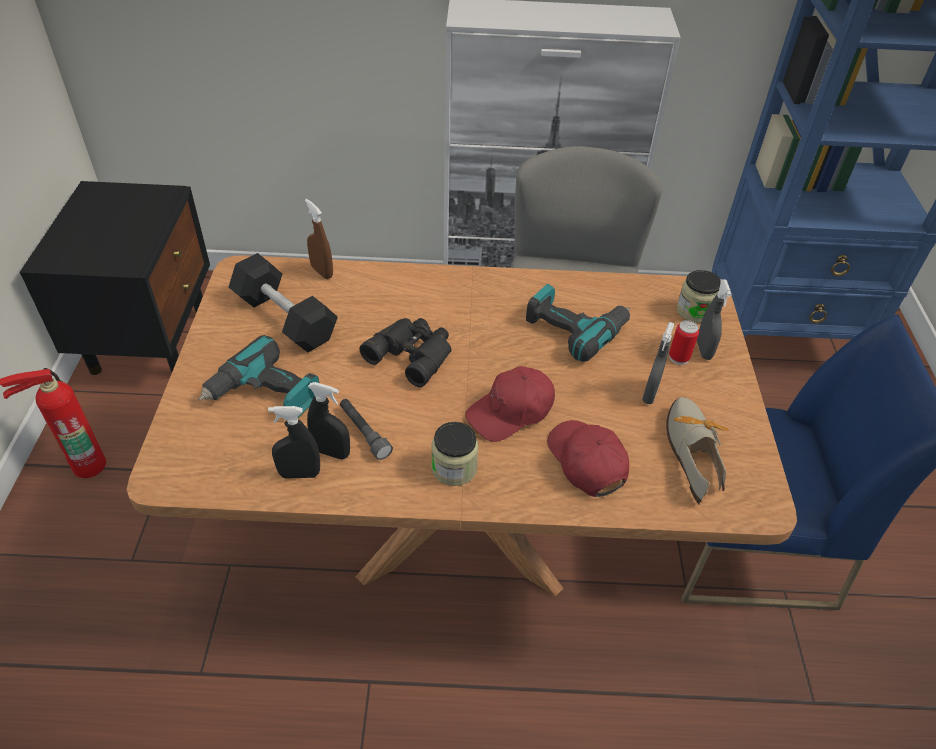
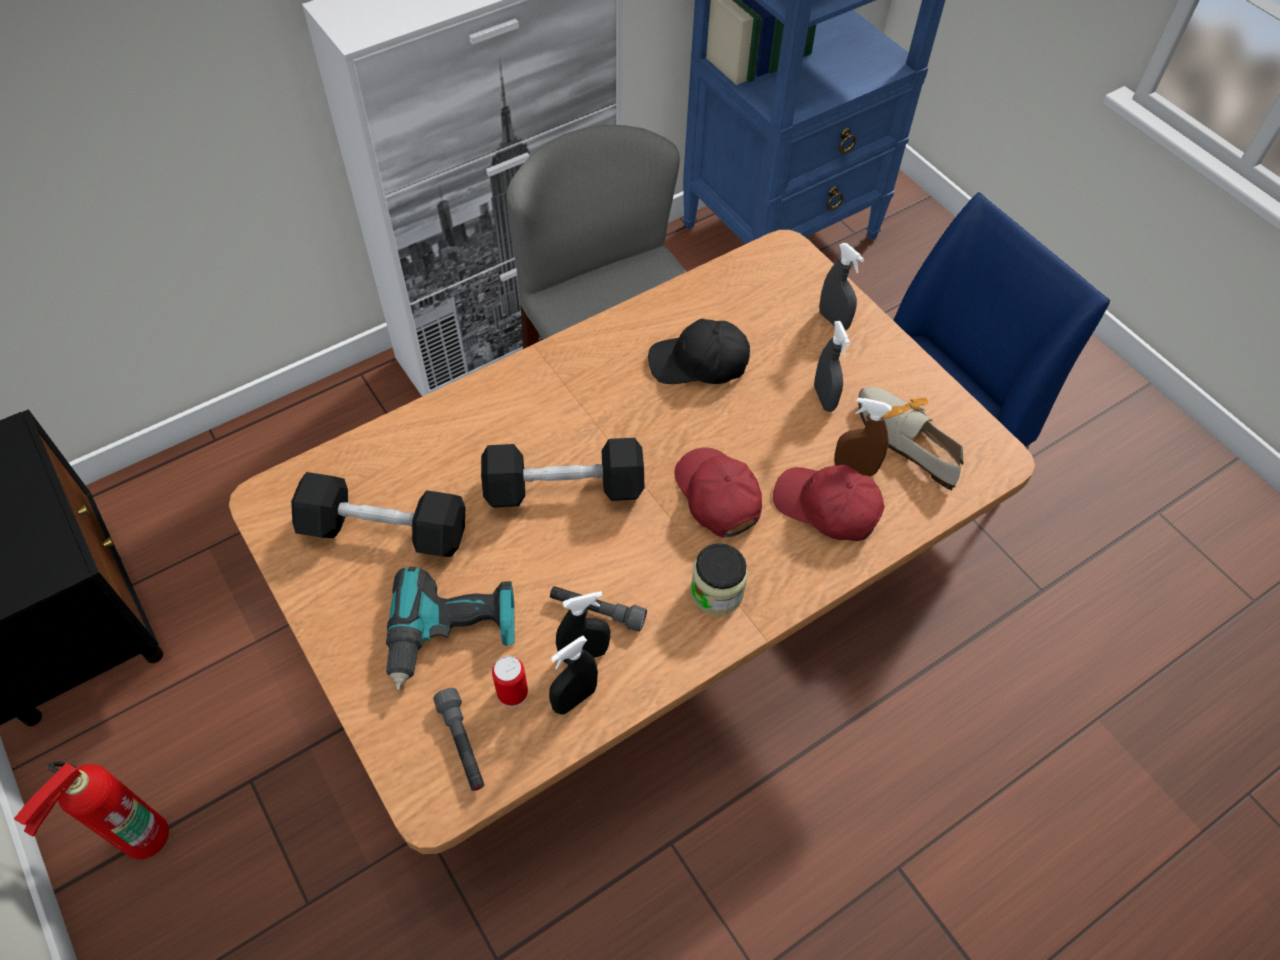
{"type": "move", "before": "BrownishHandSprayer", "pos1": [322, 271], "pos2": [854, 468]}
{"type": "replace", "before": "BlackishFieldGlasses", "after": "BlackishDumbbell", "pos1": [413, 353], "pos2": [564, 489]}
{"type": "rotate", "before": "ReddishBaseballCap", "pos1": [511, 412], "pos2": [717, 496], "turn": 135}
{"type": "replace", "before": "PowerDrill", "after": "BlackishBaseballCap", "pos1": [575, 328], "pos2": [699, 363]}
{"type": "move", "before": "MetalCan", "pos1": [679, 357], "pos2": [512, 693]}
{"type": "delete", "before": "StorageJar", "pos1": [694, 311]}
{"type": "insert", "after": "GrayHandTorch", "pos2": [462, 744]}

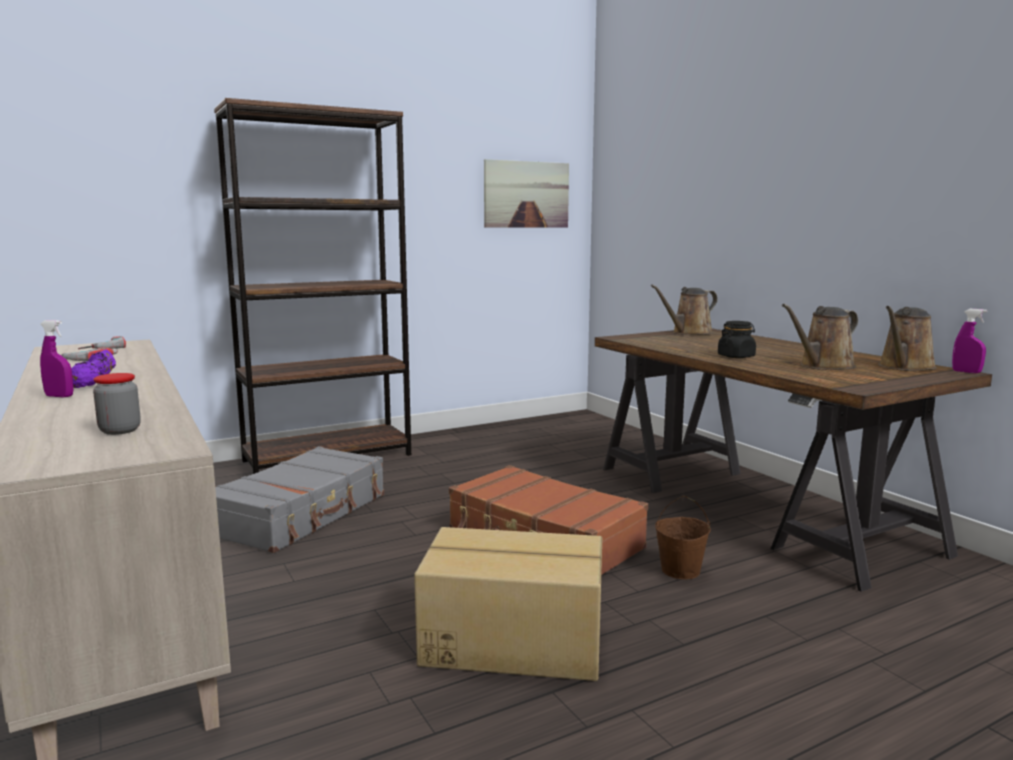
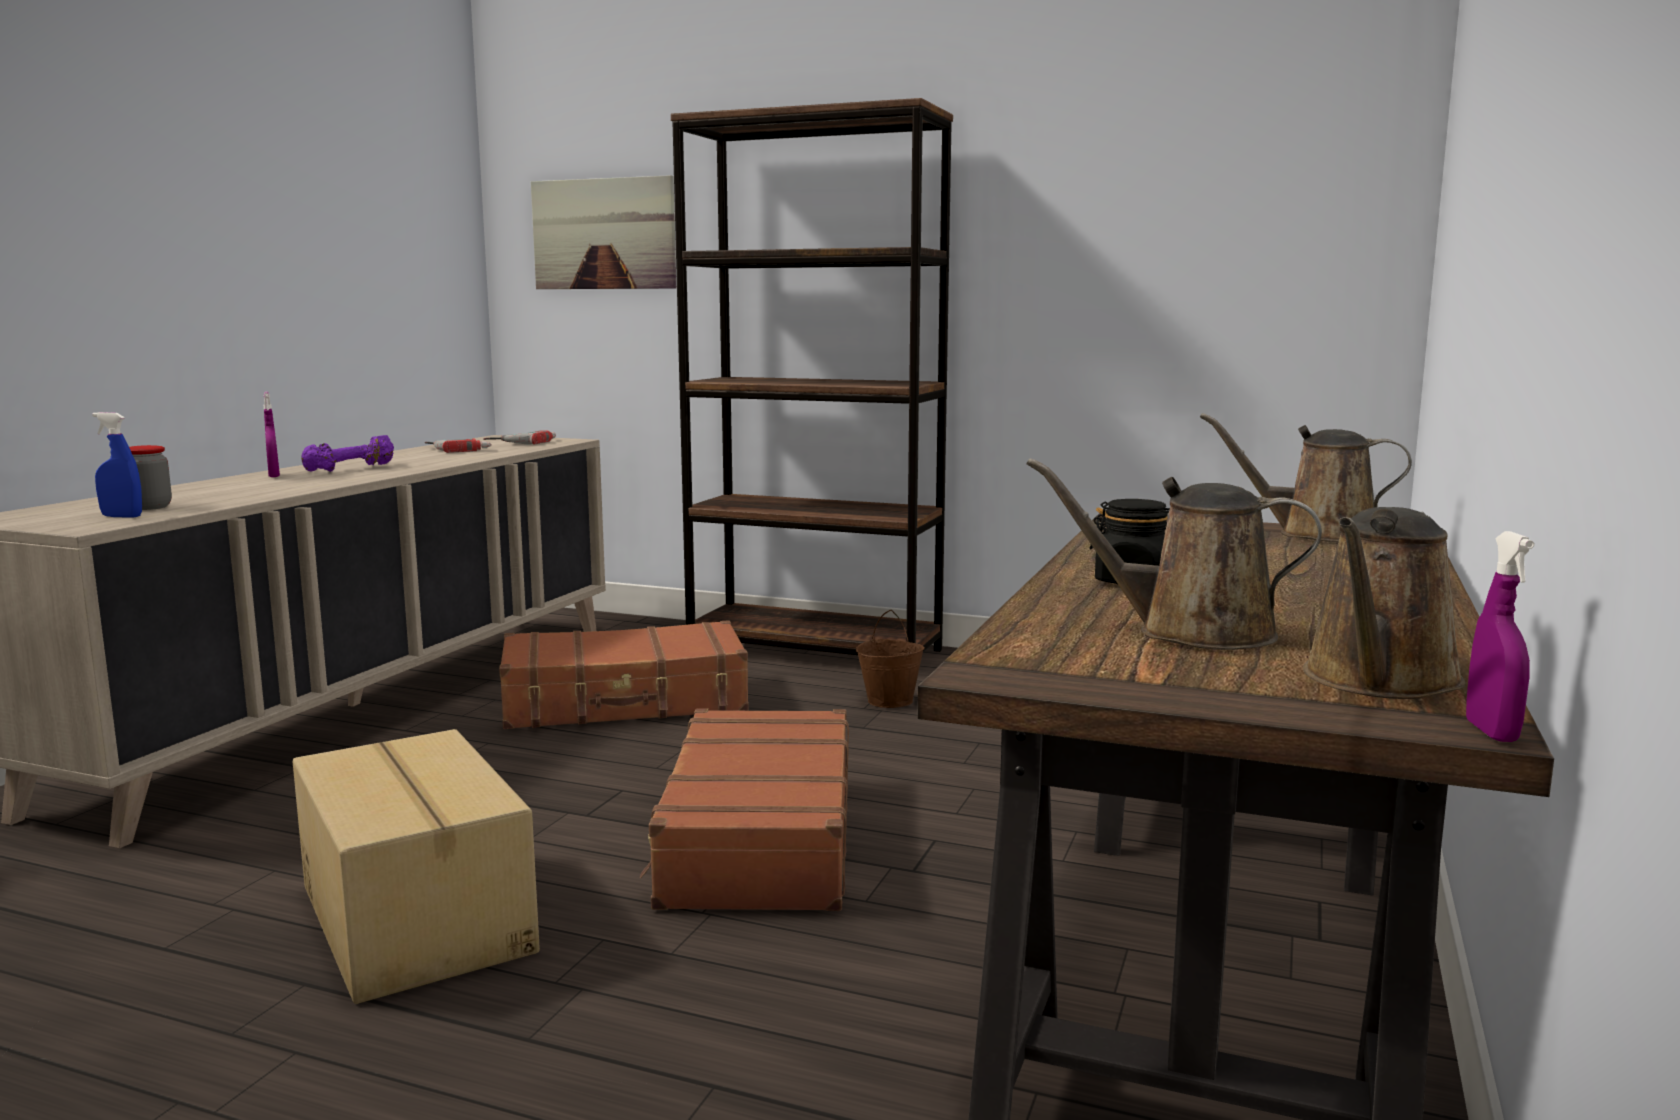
{"type": "recolor", "before": "GrayPieceOfLuggage", "after": "BrownishPieceOfLuggage", "pos1": [302, 514], "pos2": [625, 702]}
{"type": "move", "before": "Picture", "pos1": [526, 194], "pos2": [604, 234]}
{"type": "move", "before": "BrownishWaterBucket", "pos1": [680, 570], "pos2": [891, 701]}
{"type": "rotate", "before": "BrownishWateringPot", "pos1": [904, 367], "pos2": [1378, 681], "turn": -60}
{"type": "insert", "after": "BlueHandSprayer", "pos2": [121, 516]}

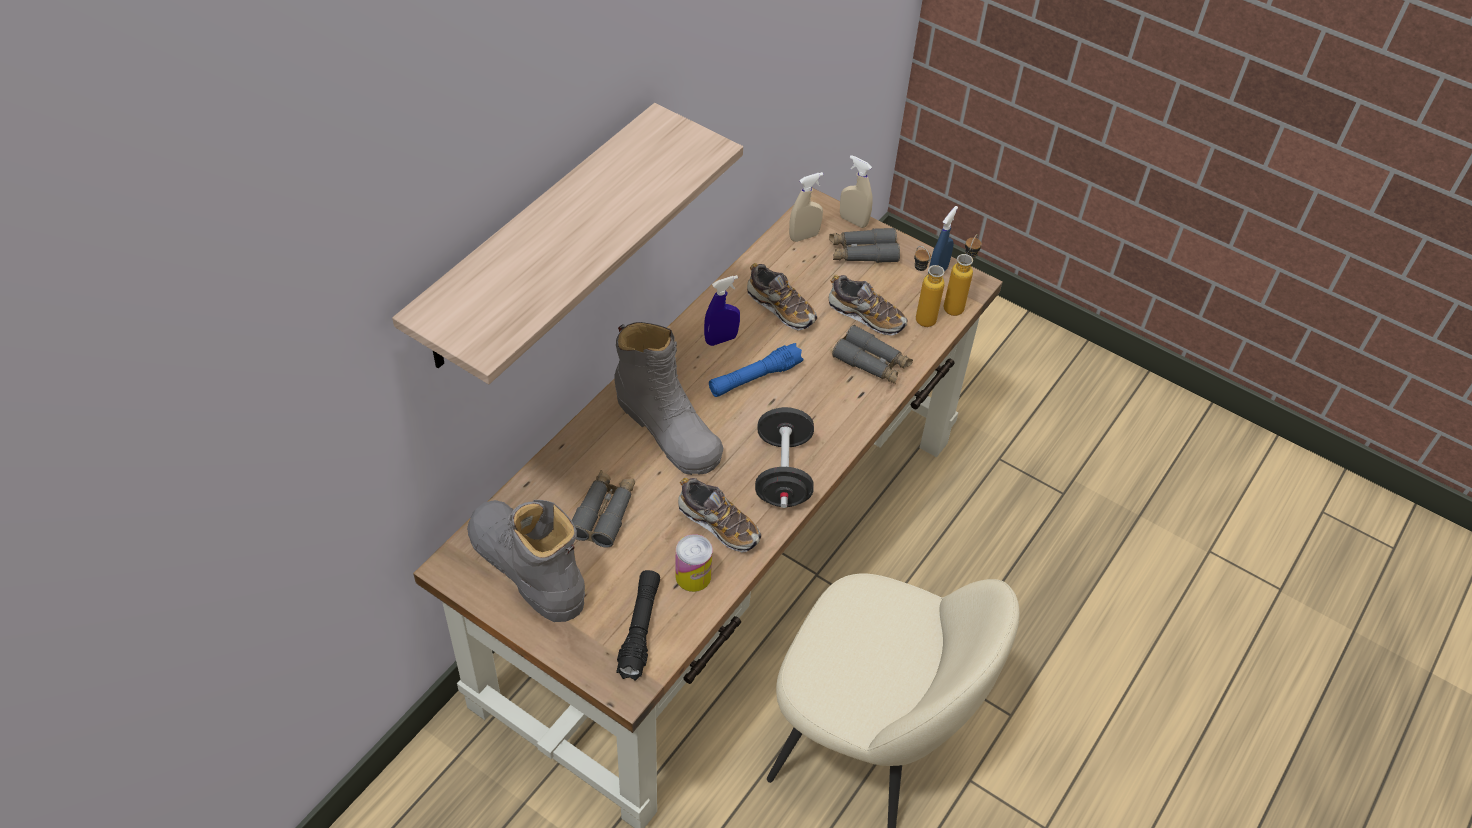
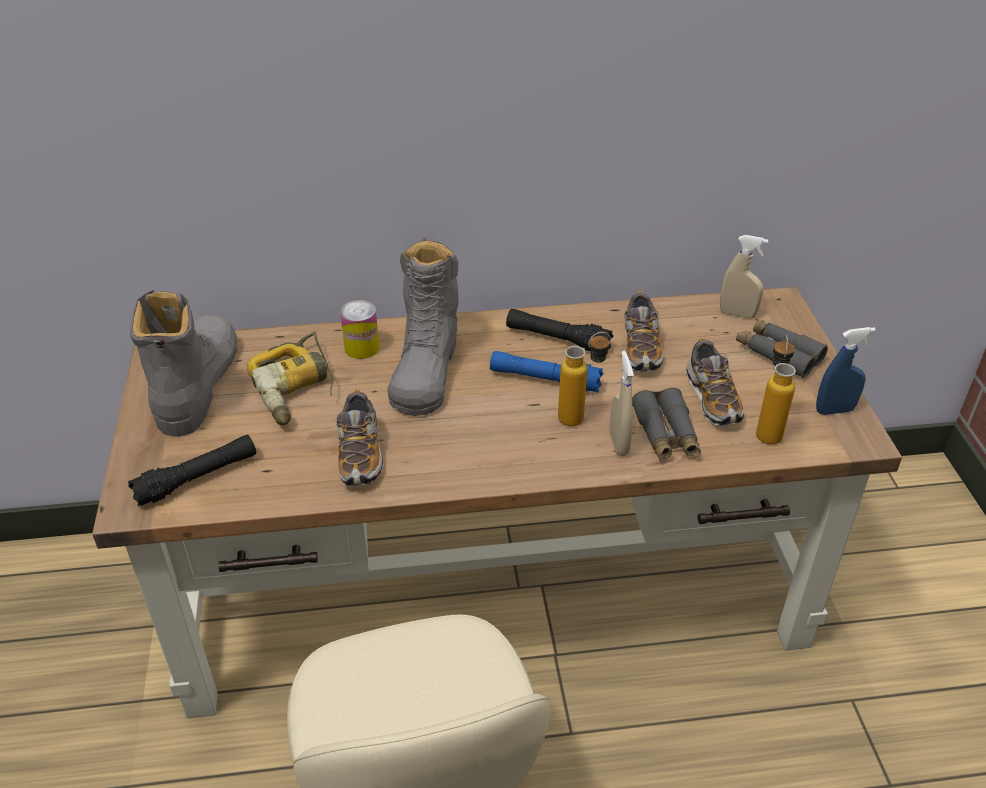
{"type": "delete", "before": "WallShelf", "pos1": [536, 239]}
{"type": "replace", "before": "GrayFieldGlasses", "after": "PowerDrill", "pos1": [604, 513], "pos2": [297, 388]}
{"type": "move", "before": "MetalCan", "pos1": [693, 576], "pos2": [362, 348]}
{"type": "replace", "before": "BlueHandSprayer", "after": "BlackishHandTorch", "pos1": [721, 339], "pos2": [557, 339]}
{"type": "delete", "before": "BlackishDumbbell", "pos1": [783, 473]}
{"type": "move", "before": "BeigeHandSprayer", "pos1": [853, 221], "pos2": [618, 443]}
{"type": "move", "before": "Bottle", "pos1": [956, 303], "pos2": [581, 417]}

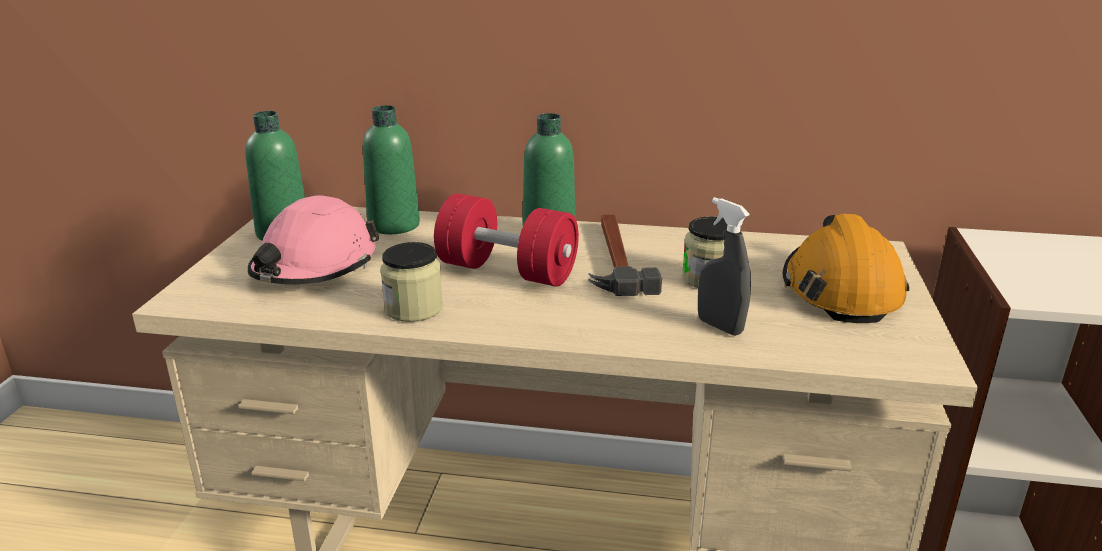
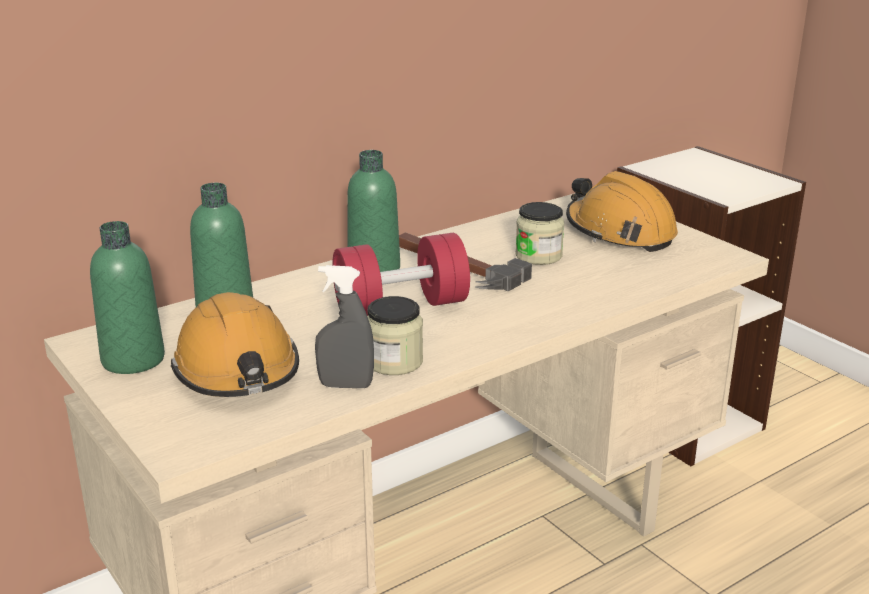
{"type": "recolor", "before": "PinkSafetyHelmet", "after": "OrangeColouredSafetyHelmet", "pos1": [315, 267], "pos2": [237, 371]}
{"type": "move", "before": "GrayHandSprayer", "pos1": [720, 326], "pos2": [346, 385]}

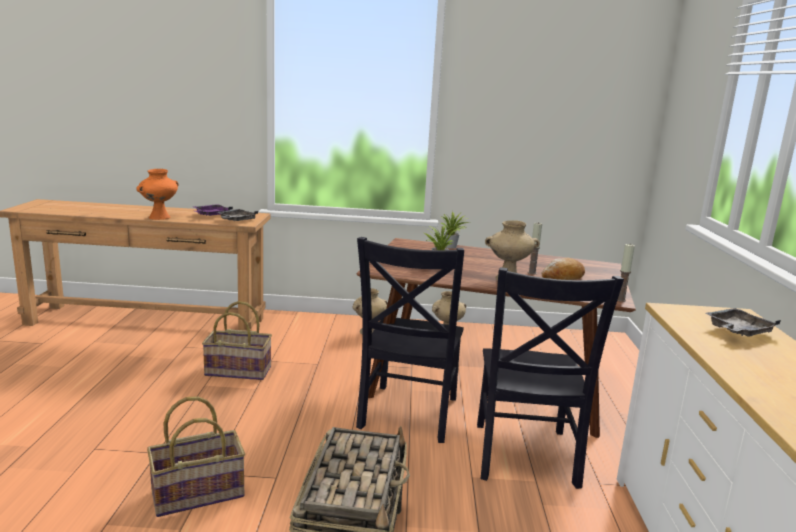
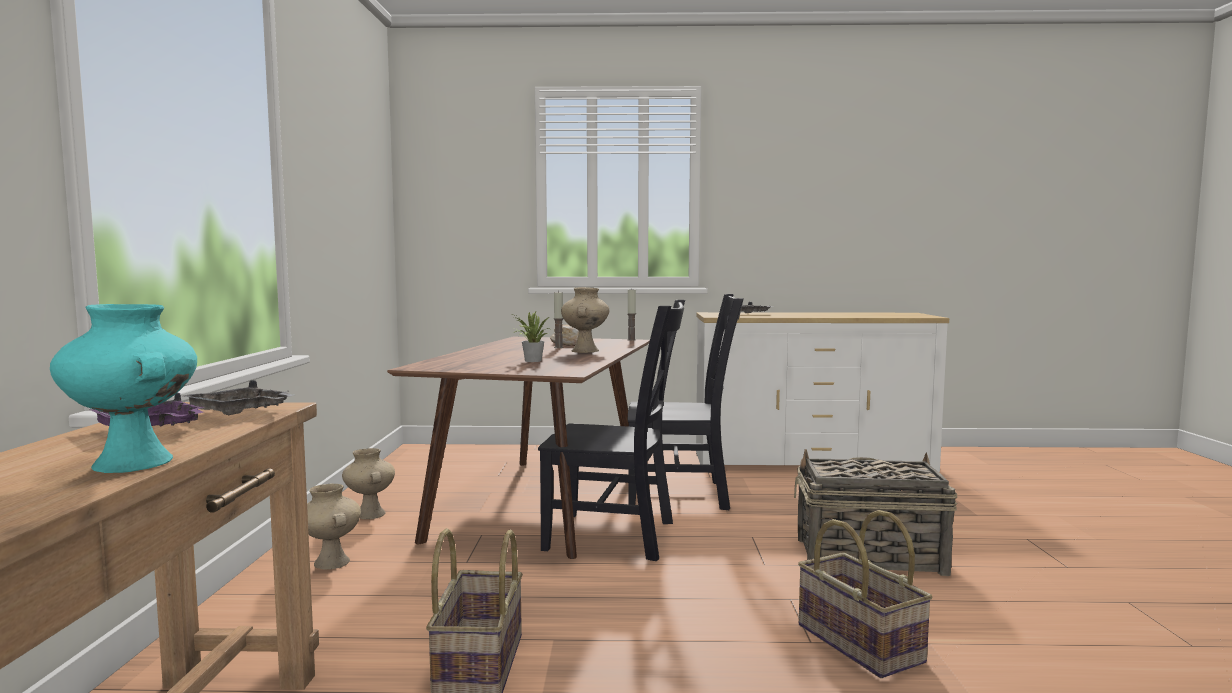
{"type": "recolor", "before": "OrangeColouredFlowerVase", "after": "BlueGreenFlowerVase", "pos1": [159, 217], "pos2": [136, 463]}
{"type": "delete", "before": "Houseplant", "pos1": [451, 247]}

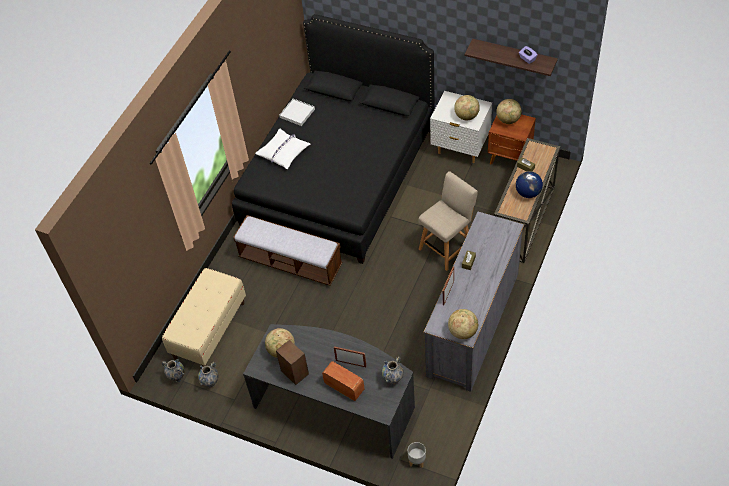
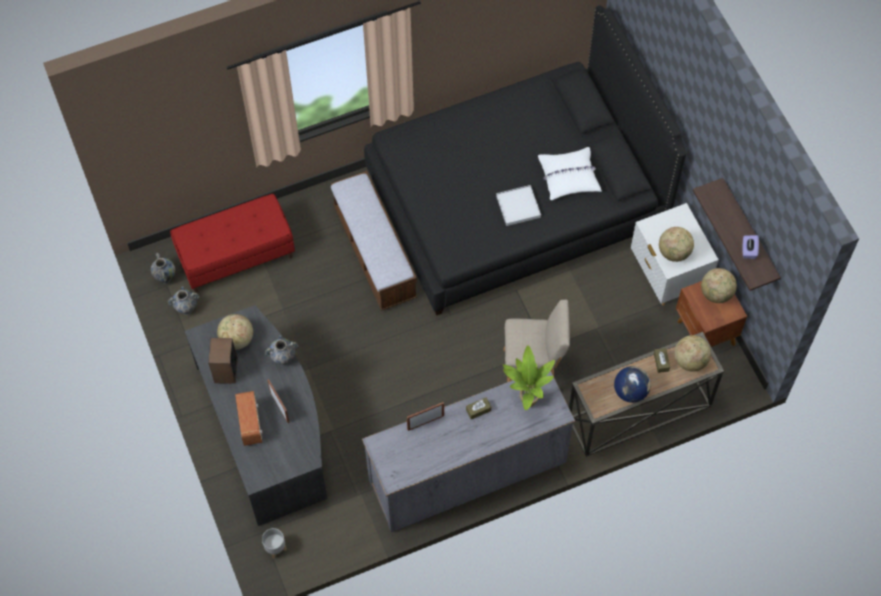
{"type": "recolor", "before": "BeigeLongSeat", "after": "ReddishLongSeat", "pos1": [209, 330], "pos2": [236, 256]}
{"type": "move", "before": "WhitishPillow", "pos1": [283, 152], "pos2": [569, 177]}
{"type": "move", "before": "WhitishServingTray", "pos1": [297, 113], "pos2": [518, 206]}
{"type": "move", "before": "FlowerVase", "pos1": [393, 380], "pos2": [283, 359]}
{"type": "move", "before": "WorldGlobe", "pos1": [462, 331], "pos2": [690, 360]}
{"type": "insert", "after": "Houseplant", "pos2": [526, 401]}

